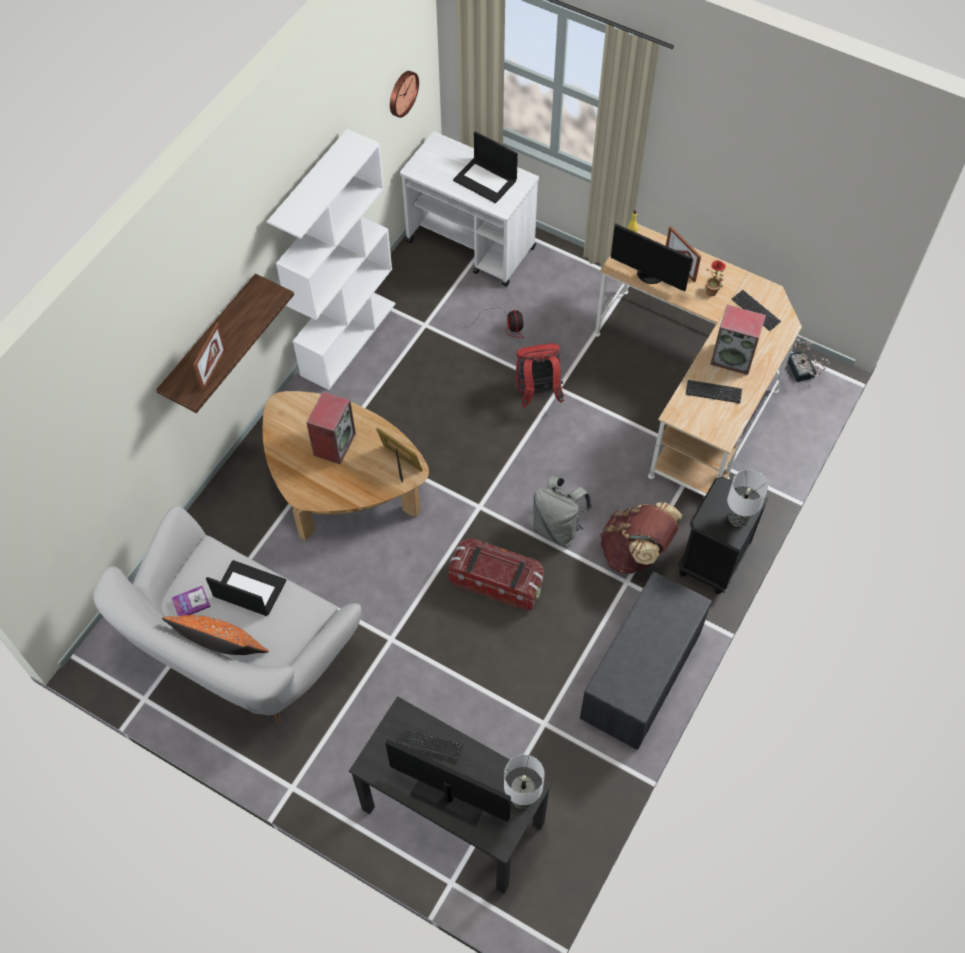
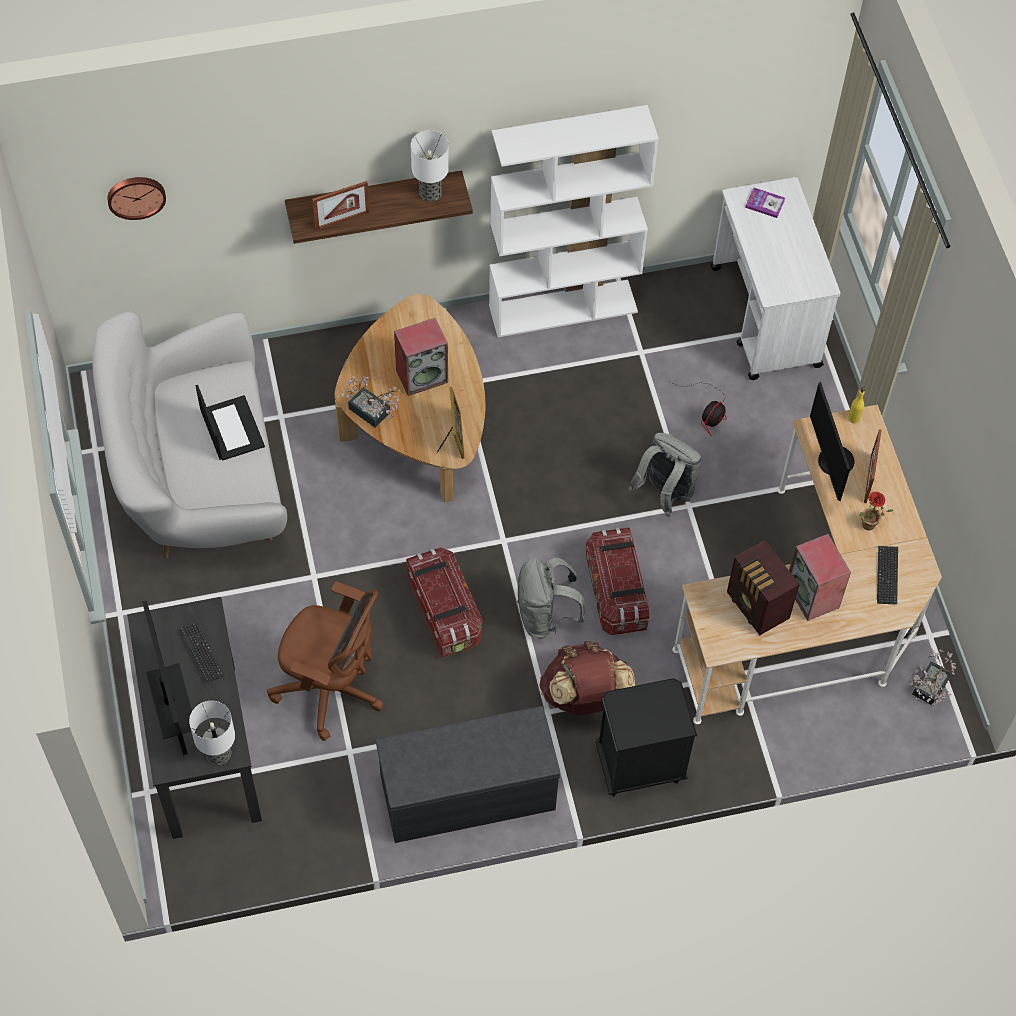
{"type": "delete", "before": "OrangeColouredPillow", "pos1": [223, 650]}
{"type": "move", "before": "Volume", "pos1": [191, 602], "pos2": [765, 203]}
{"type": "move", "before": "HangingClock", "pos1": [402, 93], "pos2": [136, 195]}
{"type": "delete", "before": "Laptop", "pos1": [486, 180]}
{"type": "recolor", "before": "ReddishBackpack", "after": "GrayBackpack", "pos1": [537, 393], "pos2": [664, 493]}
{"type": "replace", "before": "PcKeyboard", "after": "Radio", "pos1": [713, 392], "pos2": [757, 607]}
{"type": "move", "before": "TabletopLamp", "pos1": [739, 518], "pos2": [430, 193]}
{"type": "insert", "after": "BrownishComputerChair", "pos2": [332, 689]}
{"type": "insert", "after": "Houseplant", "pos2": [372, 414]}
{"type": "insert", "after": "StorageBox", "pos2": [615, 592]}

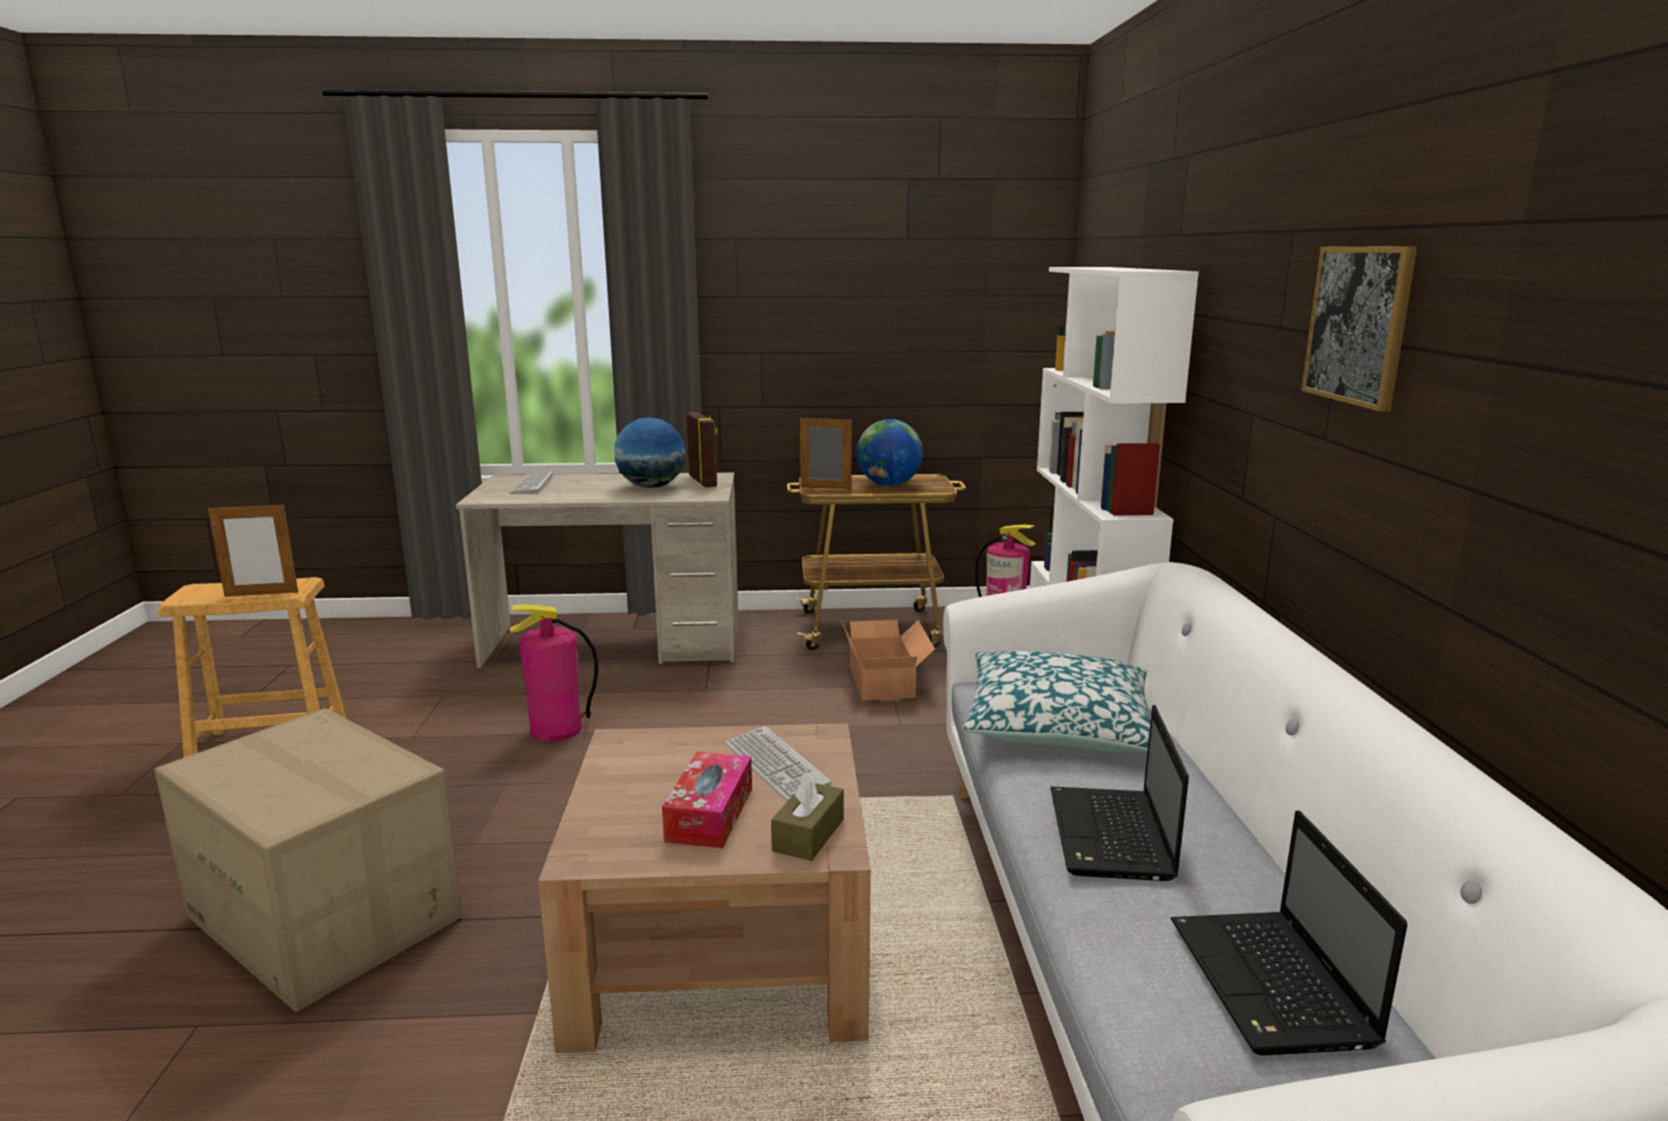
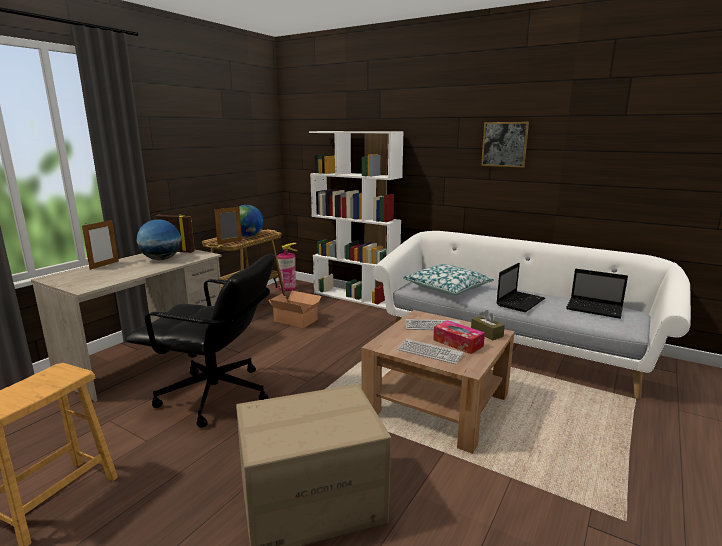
{"type": "move", "before": "PictureFrame", "pos1": [261, 594], "pos2": [104, 265]}
{"type": "move", "before": "PcKeyboard", "pos1": [531, 484], "pos2": [430, 352]}
{"type": "replace", "before": "Extinguisher", "after": "BlackishComputerChair", "pos1": [556, 730], "pos2": [215, 396]}
{"type": "rotate", "before": "Laptop", "pos1": [1112, 837], "pos2": [520, 302], "turn": -90}

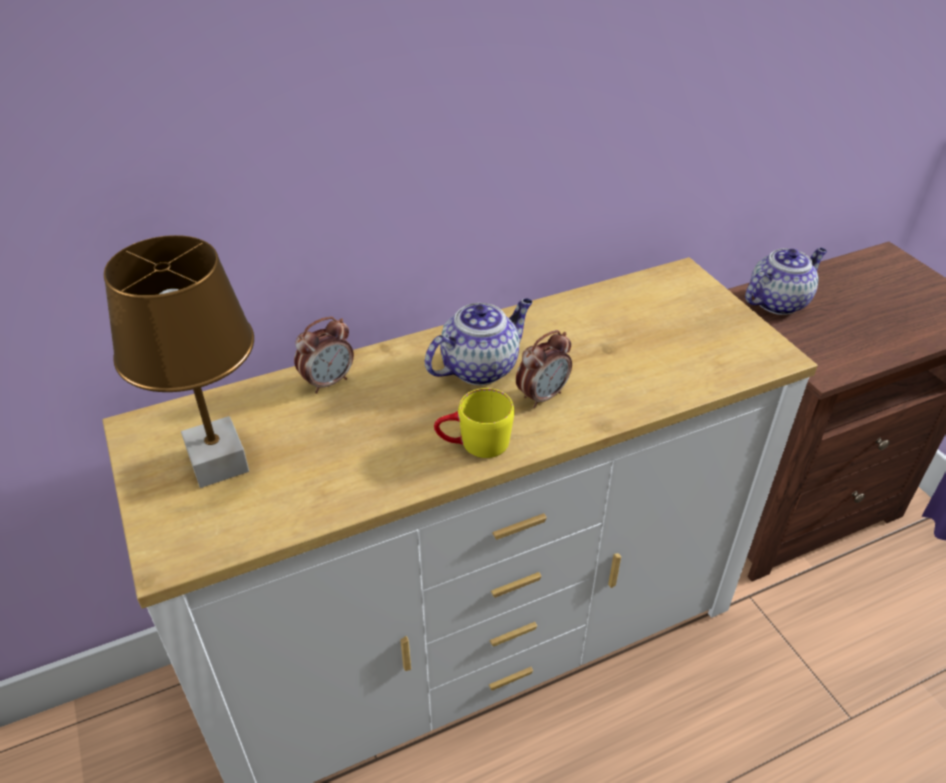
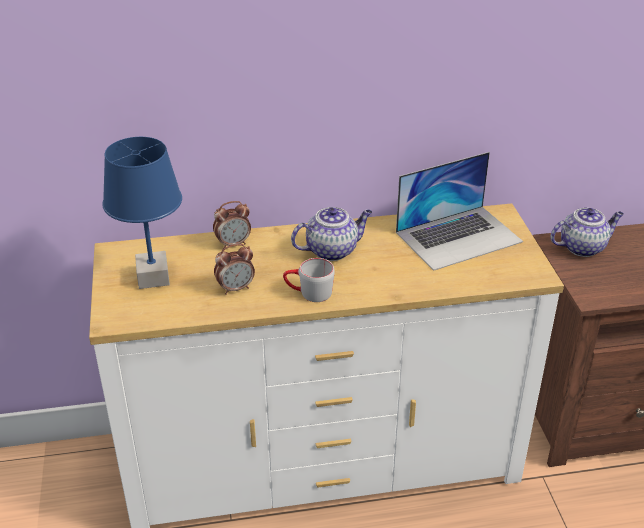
{"type": "recolor", "before": "BrownishTabletopLamp", "after": "BlueTabletopLamp", "pos1": [217, 462], "pos2": [152, 277]}
{"type": "recolor", "before": "YellowColouredMug", "after": "GrayMug", "pos1": [474, 444], "pos2": [308, 293]}
{"type": "move", "before": "TableClock", "pos1": [542, 396], "pos2": [236, 288]}
{"type": "insert", "after": "Laptop", "pos2": [459, 237]}

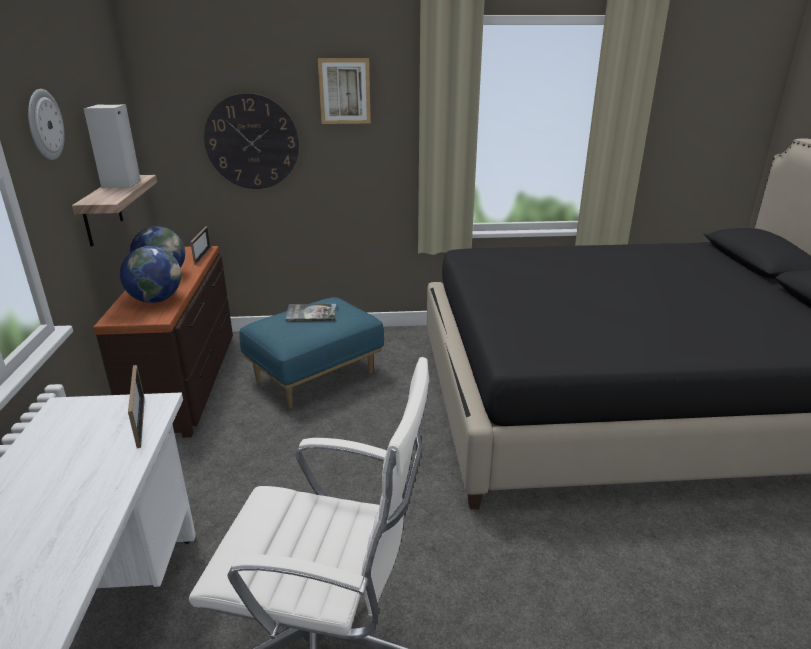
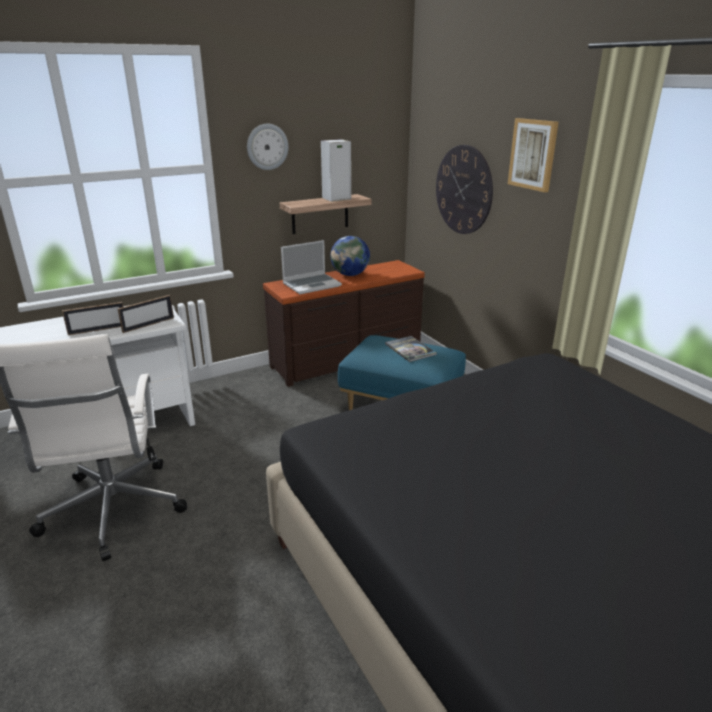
{"type": "replace", "before": "WorldGlobe", "after": "Laptop", "pos1": [156, 300], "pos2": [312, 285]}
{"type": "move", "before": "PictureFrame", "pos1": [202, 255], "pos2": [98, 330]}

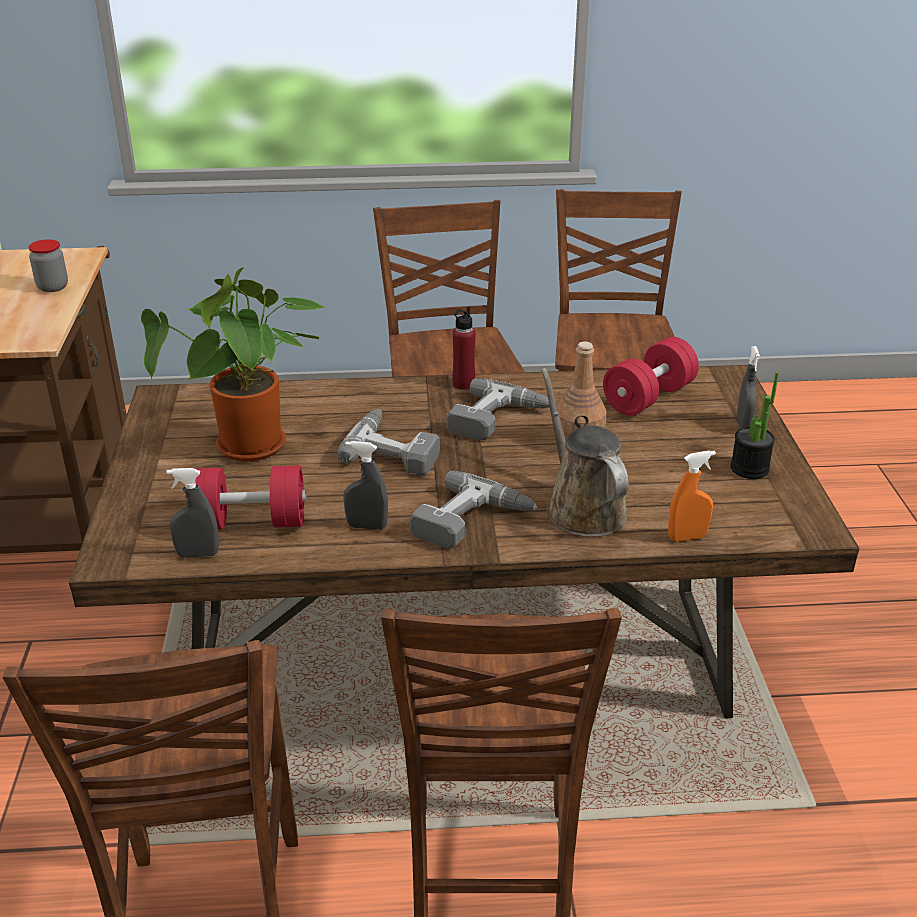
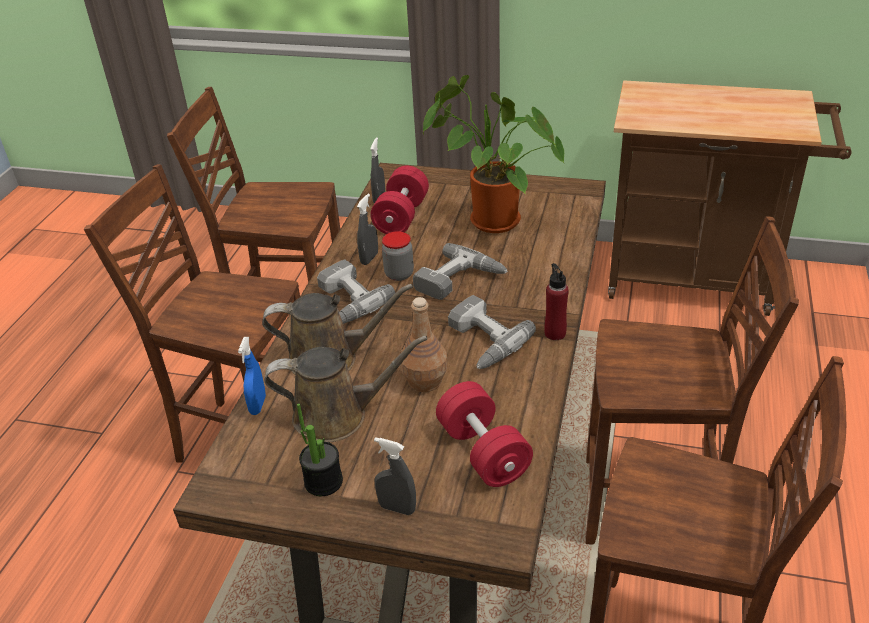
{"type": "move", "before": "StorageJar", "pos1": [53, 287], "pos2": [399, 274]}
{"type": "recolor", "before": "OrangeColouredHandSprayer", "after": "BlueHandSprayer", "pos1": [687, 537], "pos2": [258, 405]}
{"type": "insert", "after": "BrownishWateringPot", "pos2": [338, 415]}

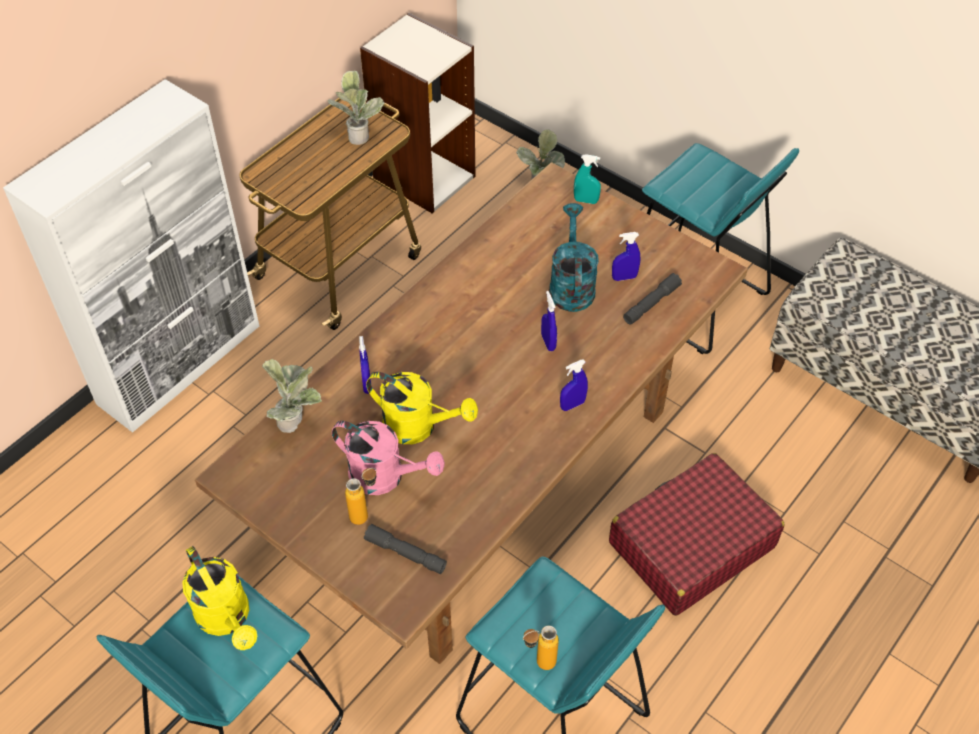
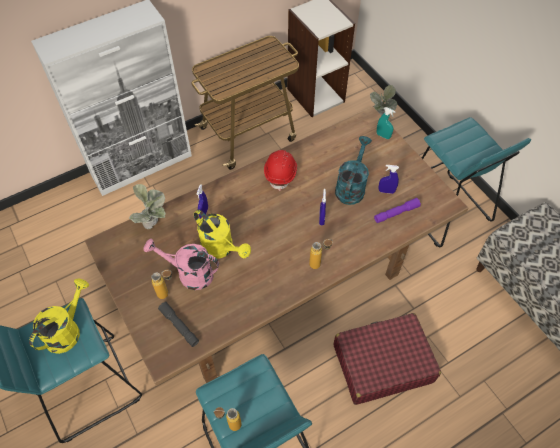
{"type": "rotate", "before": "YellowColouredWateringPot", "pos1": [227, 619], "pos2": [67, 330], "turn": -135}
{"type": "delete", "before": "Houseplant", "pos1": [358, 134]}
{"type": "rotate", "before": "PinkWateringPot", "pos1": [386, 477], "pos2": [189, 274], "turn": 150}
{"type": "replace", "before": "BlueHandSprayer", "after": "Bottle", "pos1": [572, 405], "pos2": [319, 263]}
{"type": "recolor", "before": "GrayHandTorch", "after": "PurpleHandTorch", "pos1": [651, 304], "pos2": [396, 213]}
{"type": "insert", "after": "ReddishSafetyHelmet", "pos2": [281, 173]}

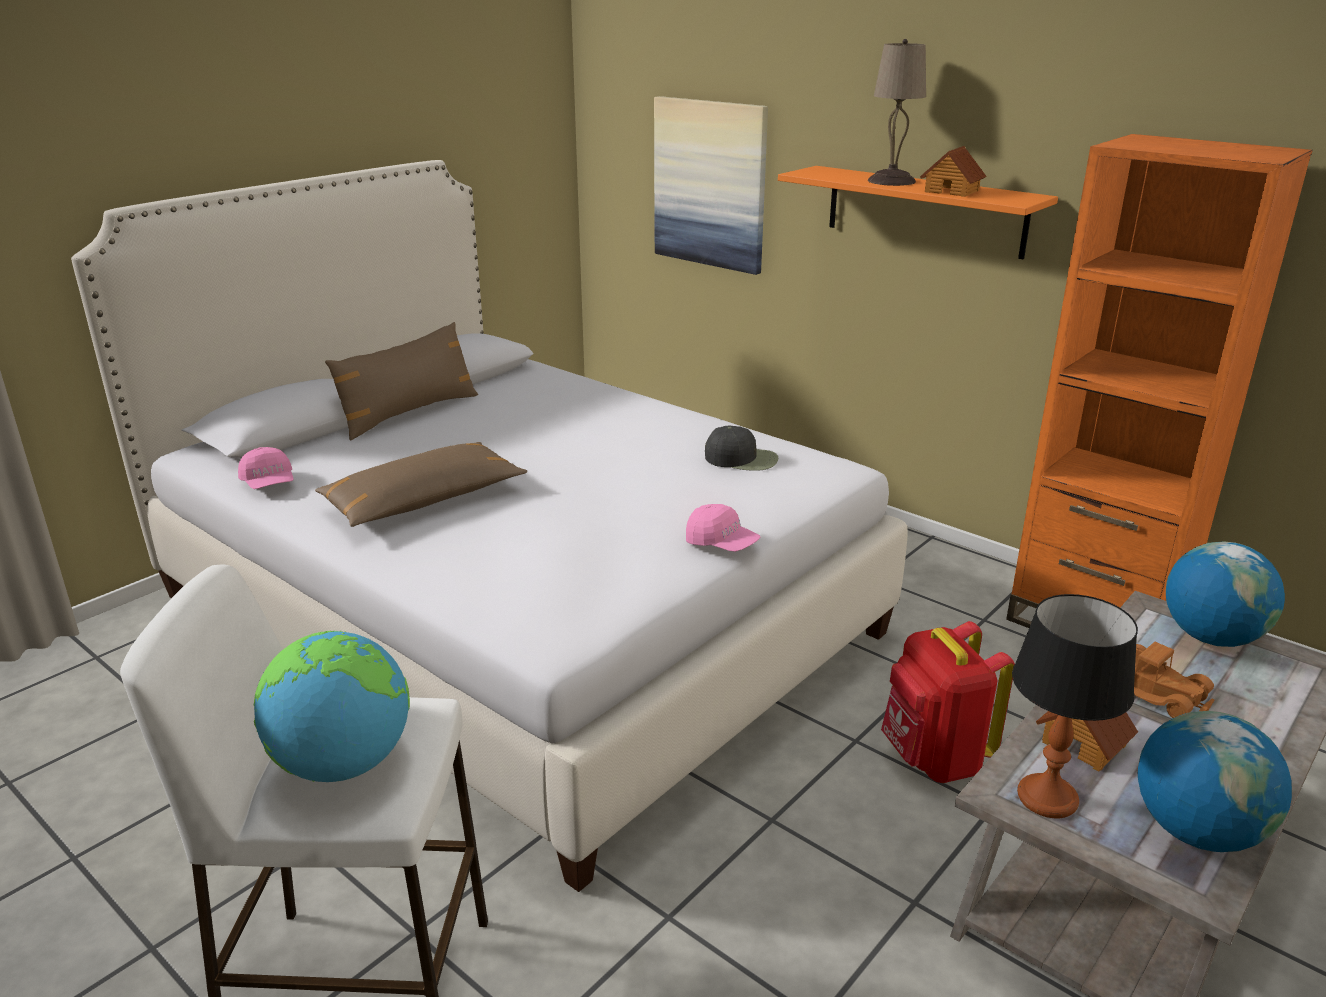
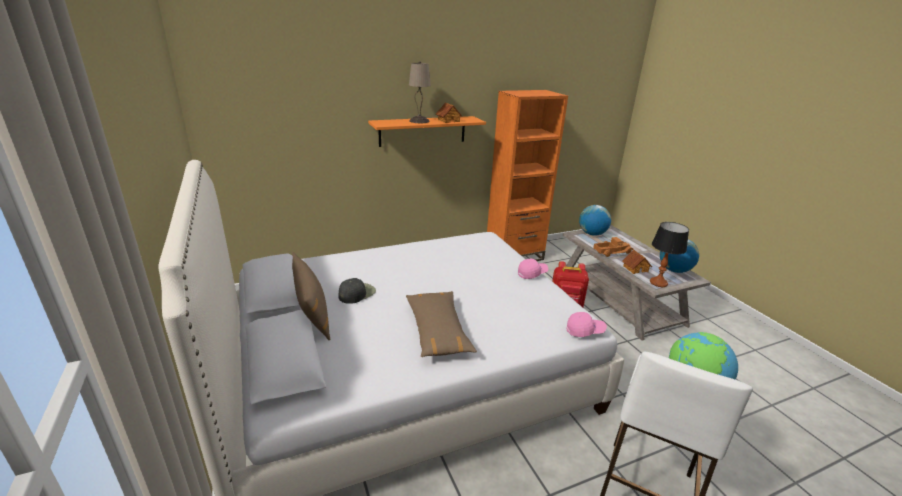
{"type": "move", "before": "PinkBaseballCap", "pos1": [269, 483], "pos2": [585, 330]}
{"type": "delete", "before": "Picture", "pos1": [710, 184]}
{"type": "move", "before": "BlackishBaseballCap", "pos1": [742, 459], "pos2": [357, 293]}

